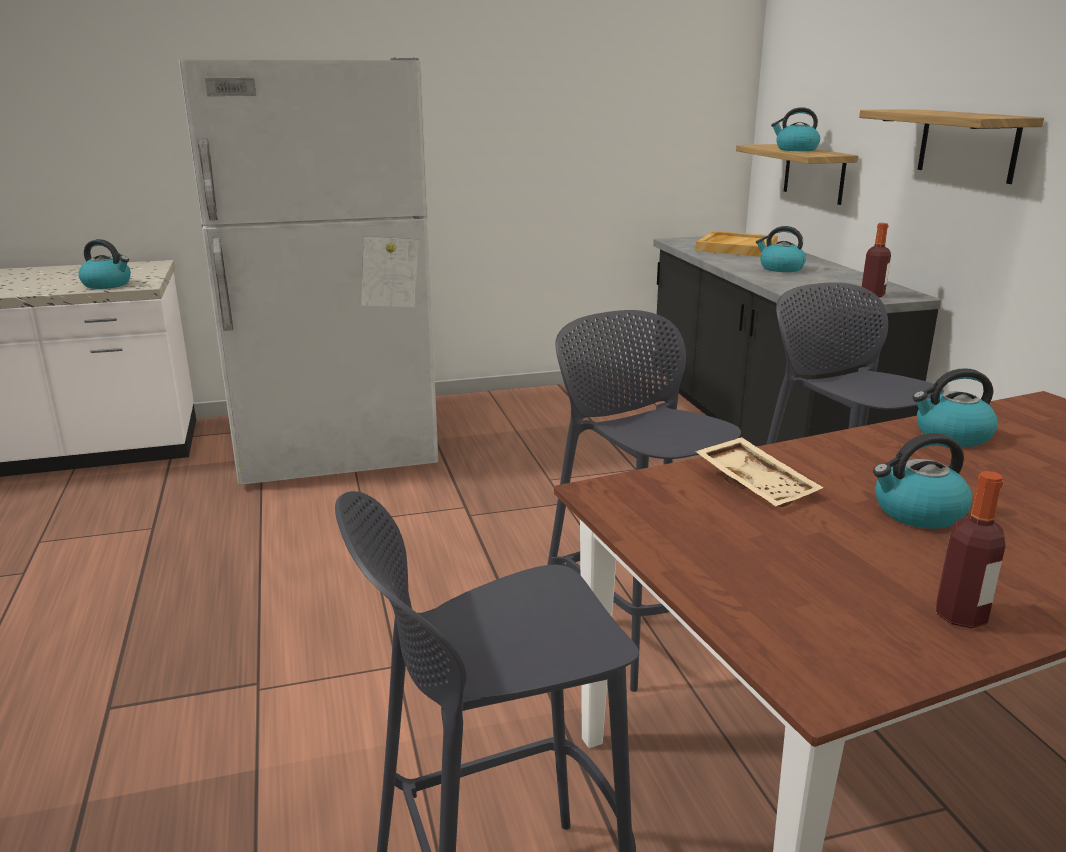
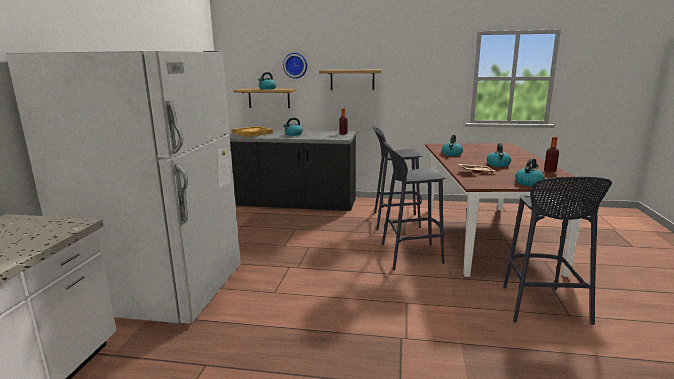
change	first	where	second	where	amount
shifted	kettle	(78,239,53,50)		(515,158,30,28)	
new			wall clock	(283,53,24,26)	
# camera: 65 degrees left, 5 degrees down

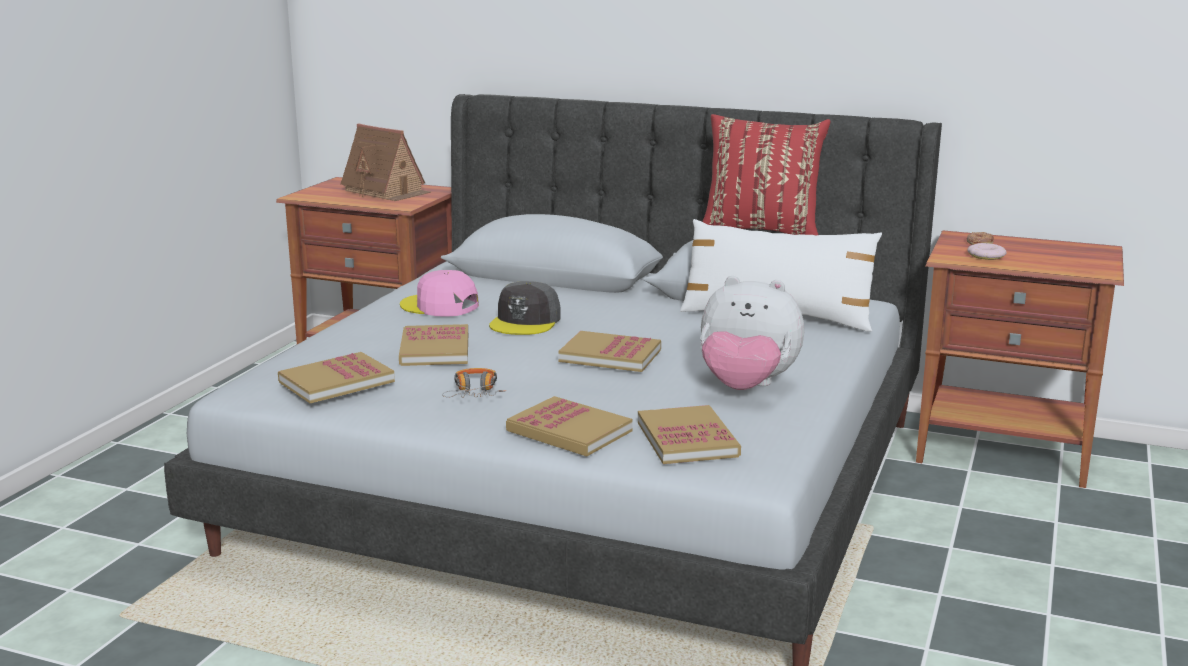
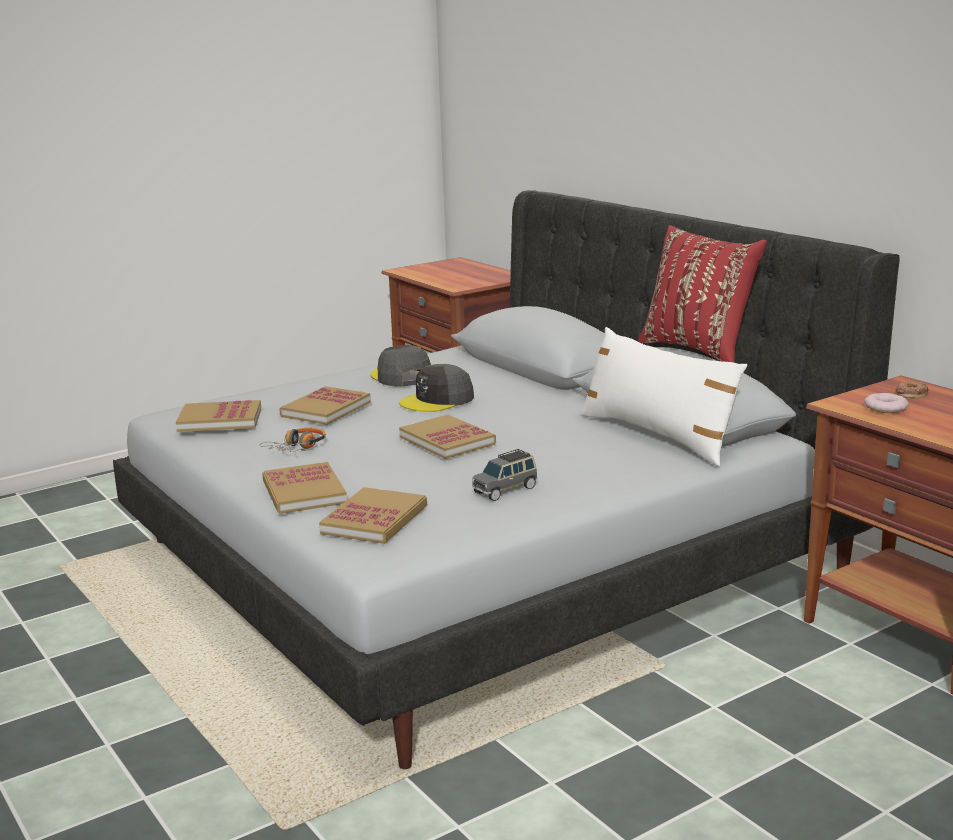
change	first	where	second	where	amount
gone	toy house	(341,123,90,78)			
repainted	pink cap	(400,270,79,47)	grey cap	(370,345,61,42)	
swapped	plush toy	(700,276,104,114)	grey toy car	(472,449,65,52)	
# camera: 35 degrees right, 0 degrees up

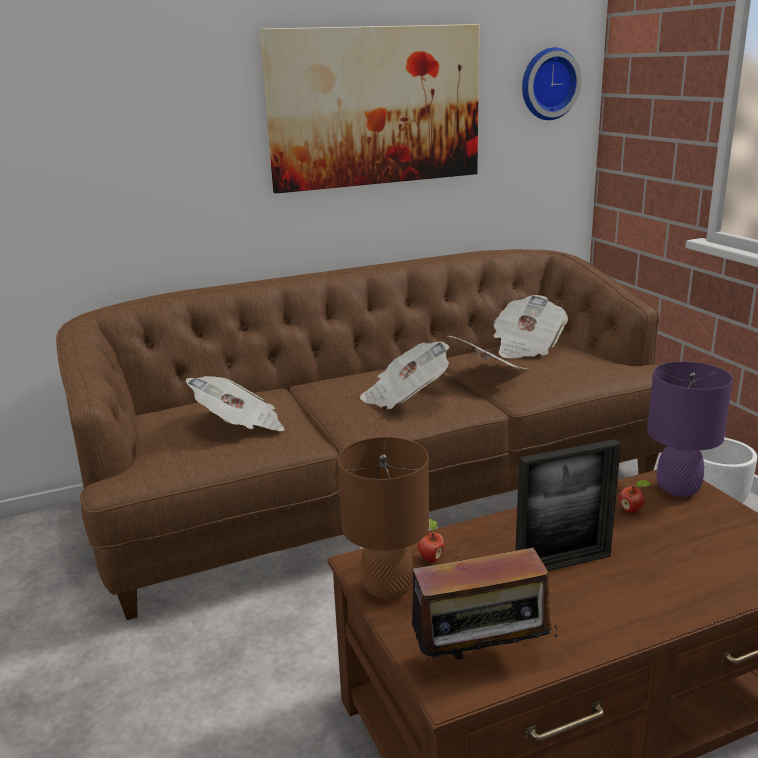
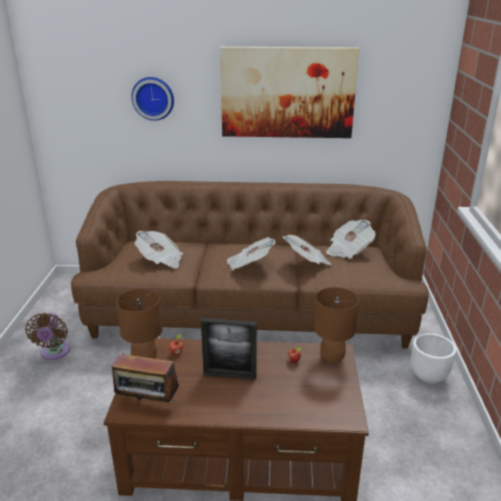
change	first	where	second	where	amount
shifted	wall clock	(522,47,60,73)		(131,77,43,44)	
repainted	purple table lamp	(647,362,86,135)	brown table lamp	(314,287,45,77)	
new			brown fan	(25,313,45,47)	
# camera: 25 degrees right, 5 degrees up

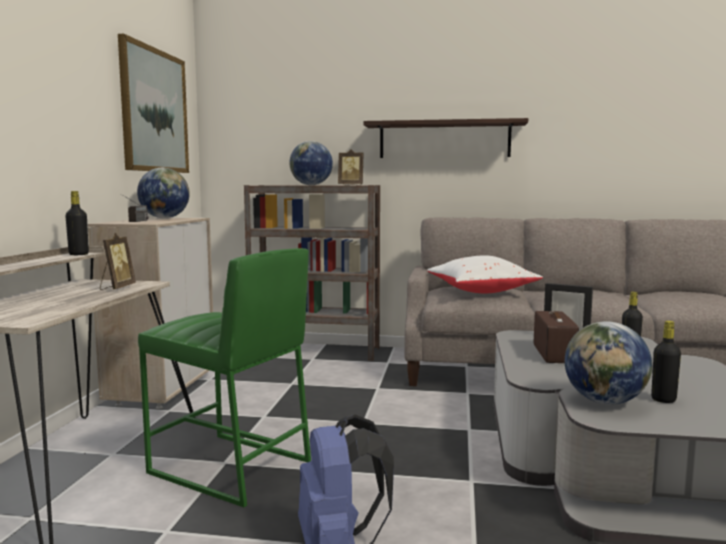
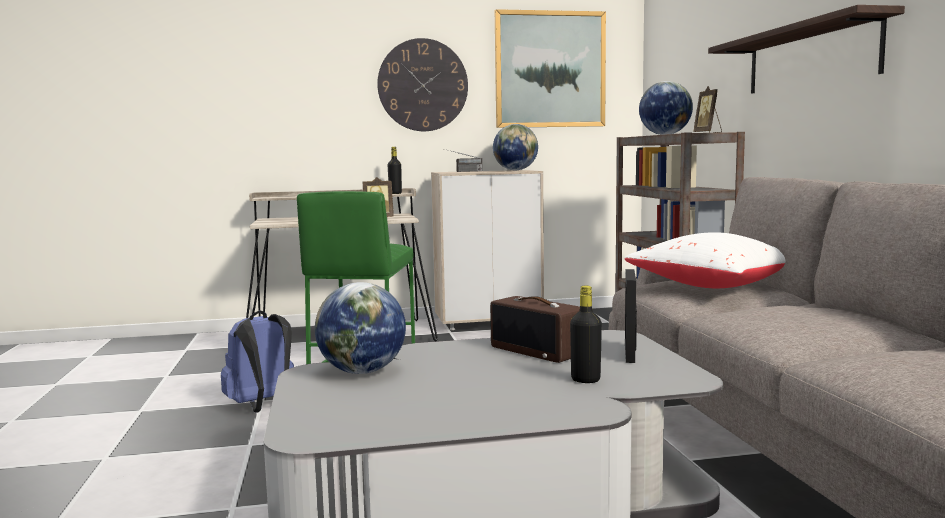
change	first	where	second	where	amount
rotated	radio	(534,311,45,52)		(490,296,90,67)	60 degrees clockwise
gone	black bottle	(651,321,30,82)			
new			wall clock	(377,38,91,93)	
# camera: 70 degrees right, 0 degrees up

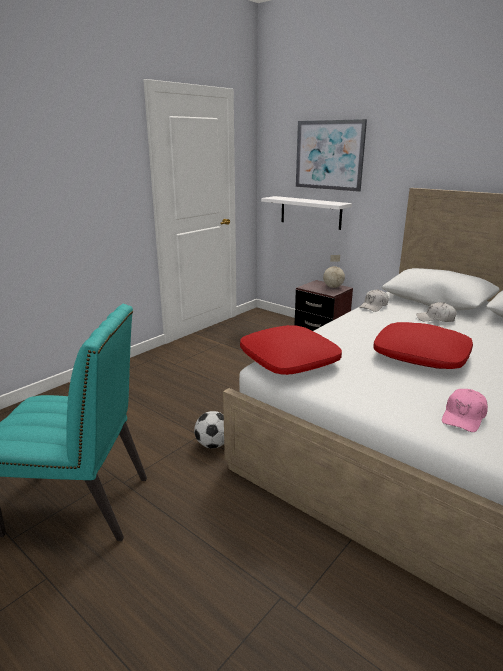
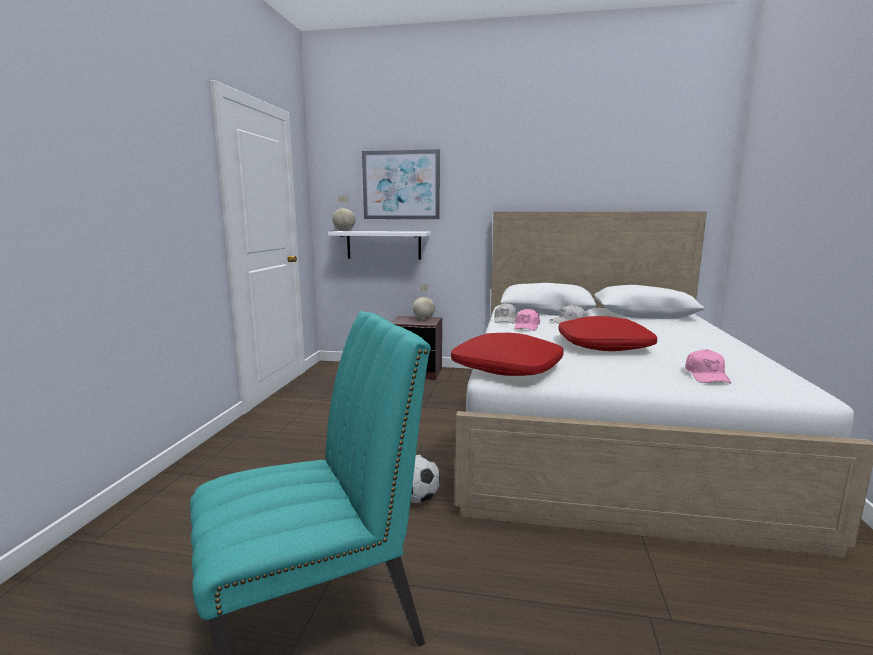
change	first	where	second	where	amount
new			globe	(332,195,23,36)	
new			pink cap	(514,308,26,23)	
# camera: 30 degrees left, 10 degrees down

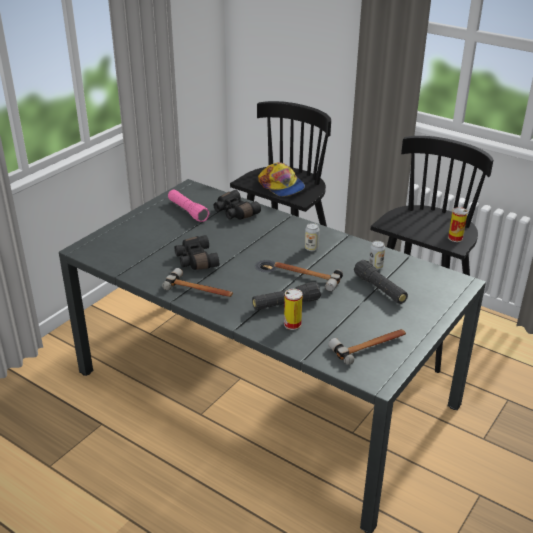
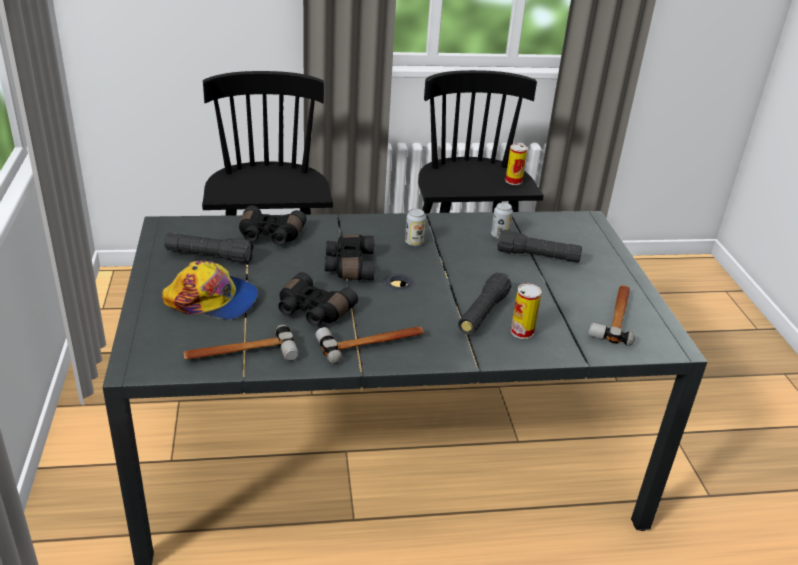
change	first	where	second	where	amount
repainted	pink flashlight	(168,190,42,32)	black flashlight	(164,233,90,30)	
shifted	cap	(258,162,47,35)		(162,261,96,59)	
shifted	hammer	(274,262,69,30)		(183,325,116,36)	
new			black binoculars	(325,235,50,45)	
# camera: 45 degrees left, 0 degrees up

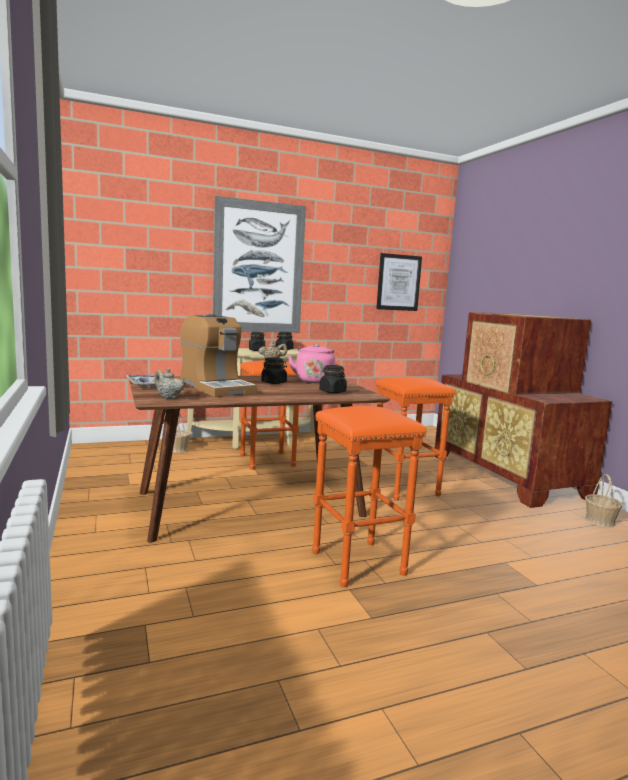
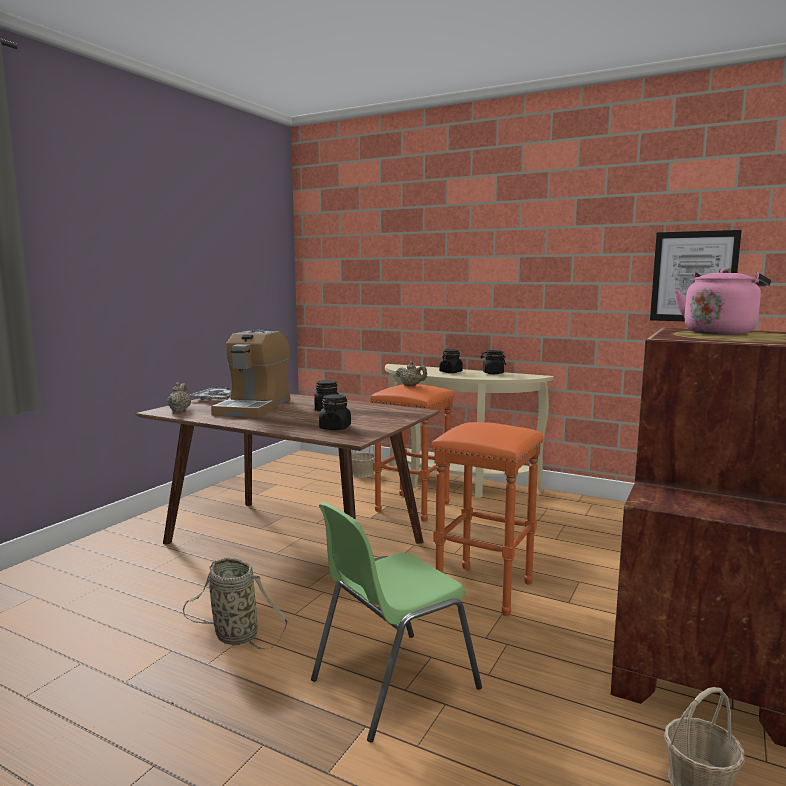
change	first	where	second	where	amount
gone	picture	(213,196,93,137)			
shifted	pink kettle	(288,344,47,39)		(675,268,96,67)	
swapped	orange stool	(312,406,115,181)	basket	(183,557,106,93)	
new			green chair	(311,502,171,240)	
# camera: 50 degrees right, 0 degrees up

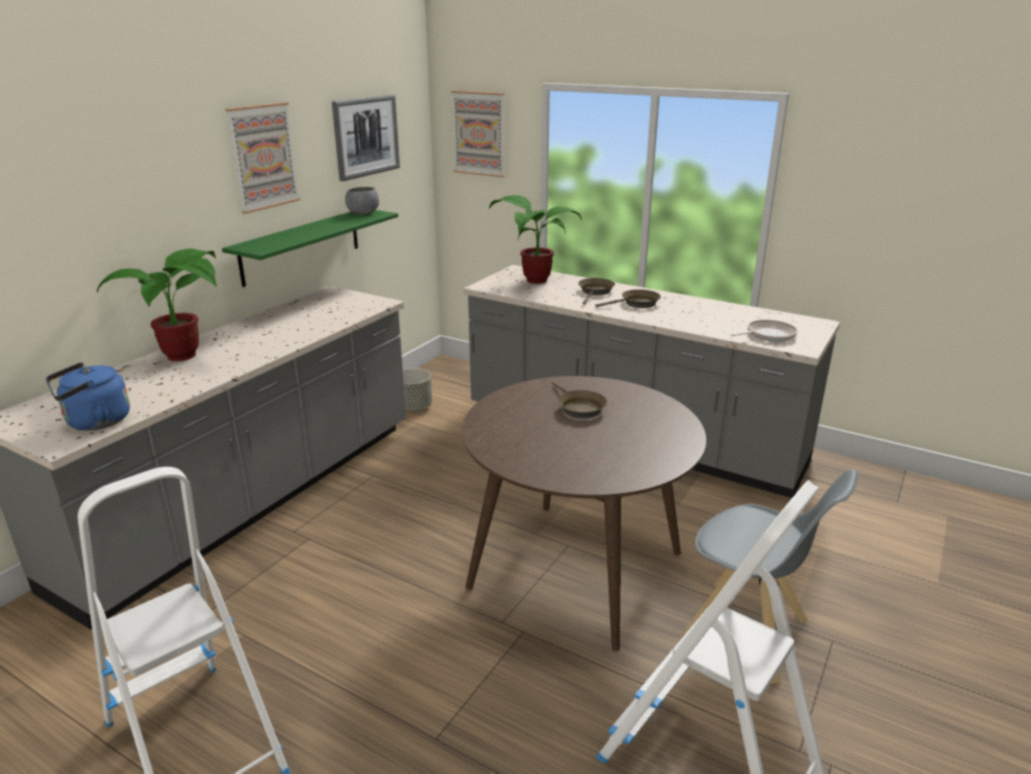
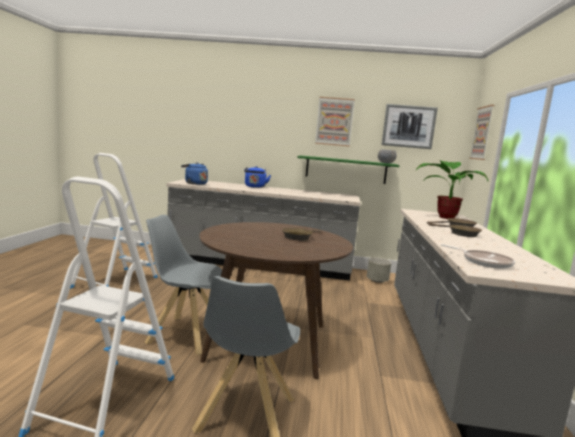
change	first	where	second	where	amount
swapped	potted plant	(97,249,120,112)	blue kettle	(244,166,27,22)	
new			grey chair	(145,215,77,140)	
# camera: 65 degrees right, 15 degrees down

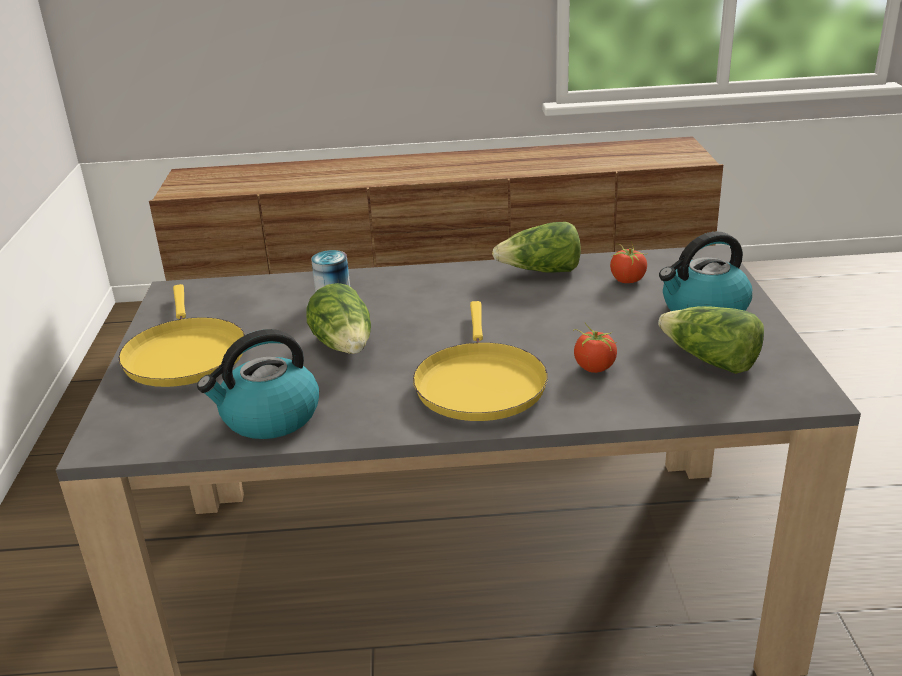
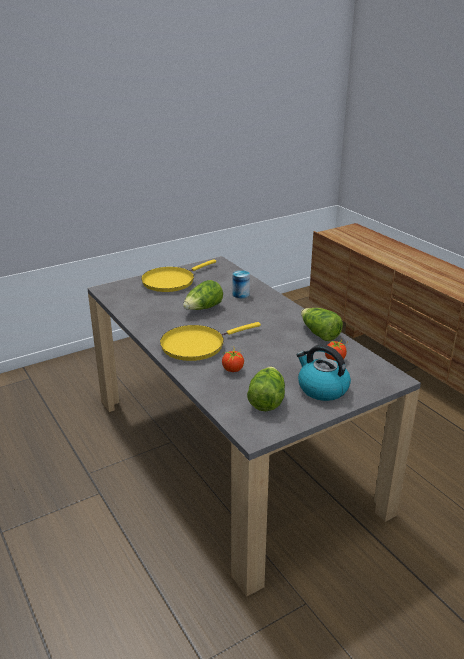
change	first	where	second	where	amount
gone	kettle	(197,329,122,110)			
# camera: 60 degrees right, 0 degrees up

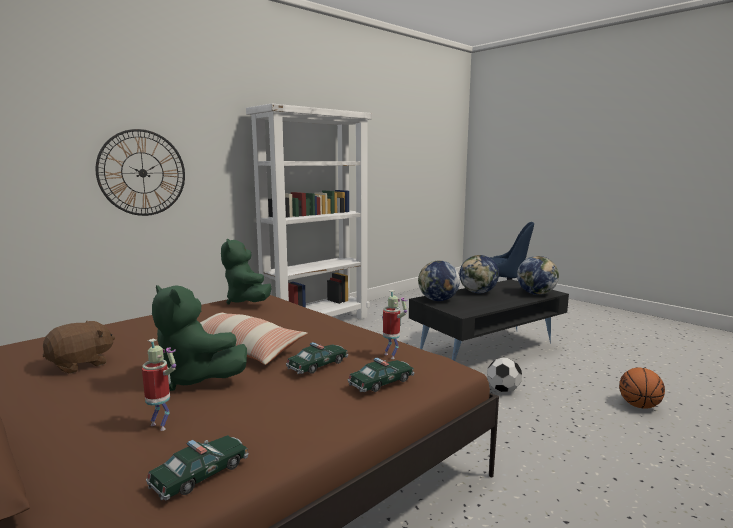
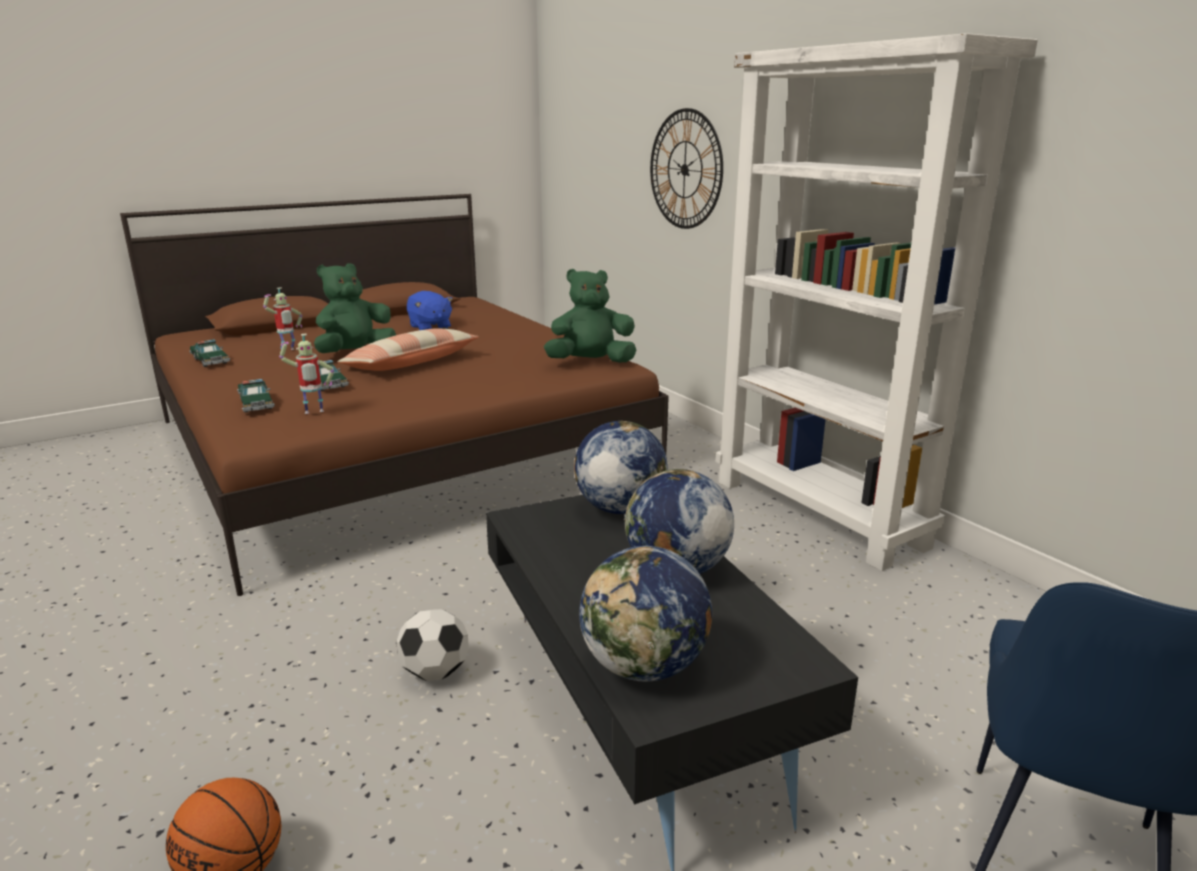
change	first	where	second	where	amount
repainted	brown plush toy	(43,321,72,53)	blue plush toy	(407,291,46,39)	
# camera: 100 degrees right, 10 degrees up

